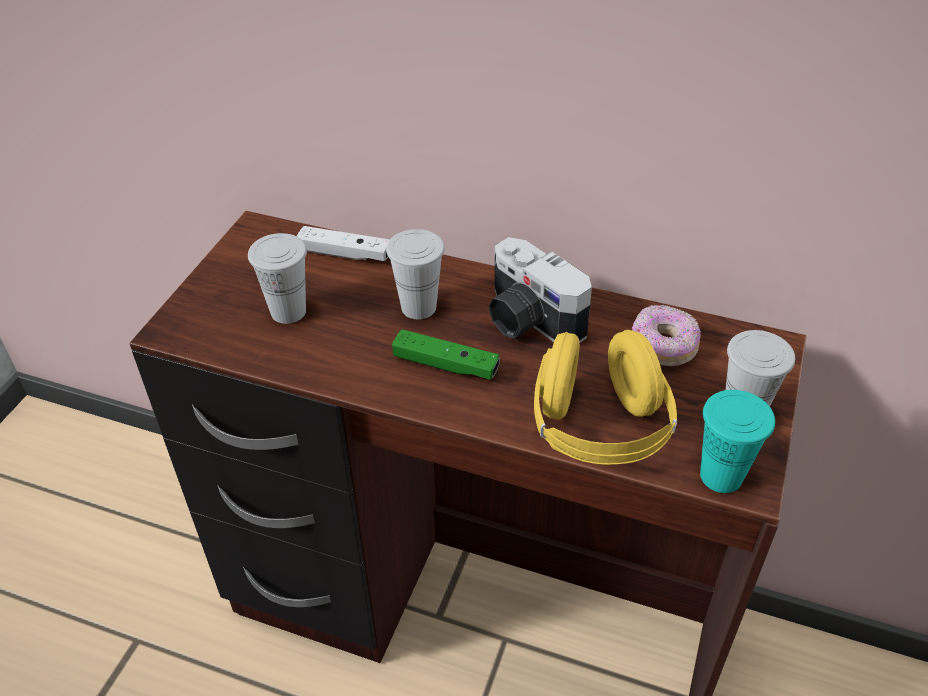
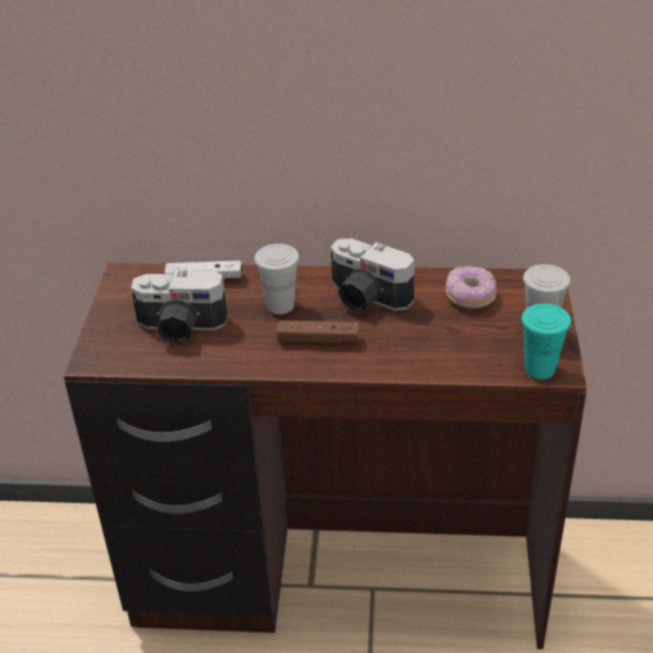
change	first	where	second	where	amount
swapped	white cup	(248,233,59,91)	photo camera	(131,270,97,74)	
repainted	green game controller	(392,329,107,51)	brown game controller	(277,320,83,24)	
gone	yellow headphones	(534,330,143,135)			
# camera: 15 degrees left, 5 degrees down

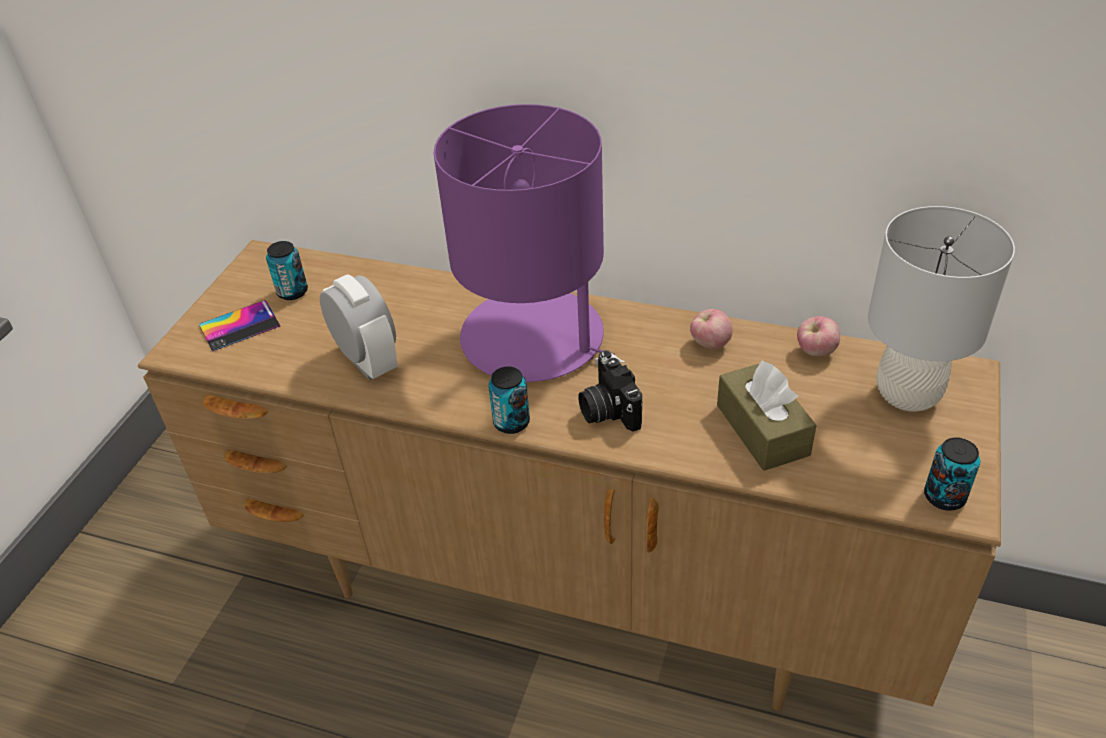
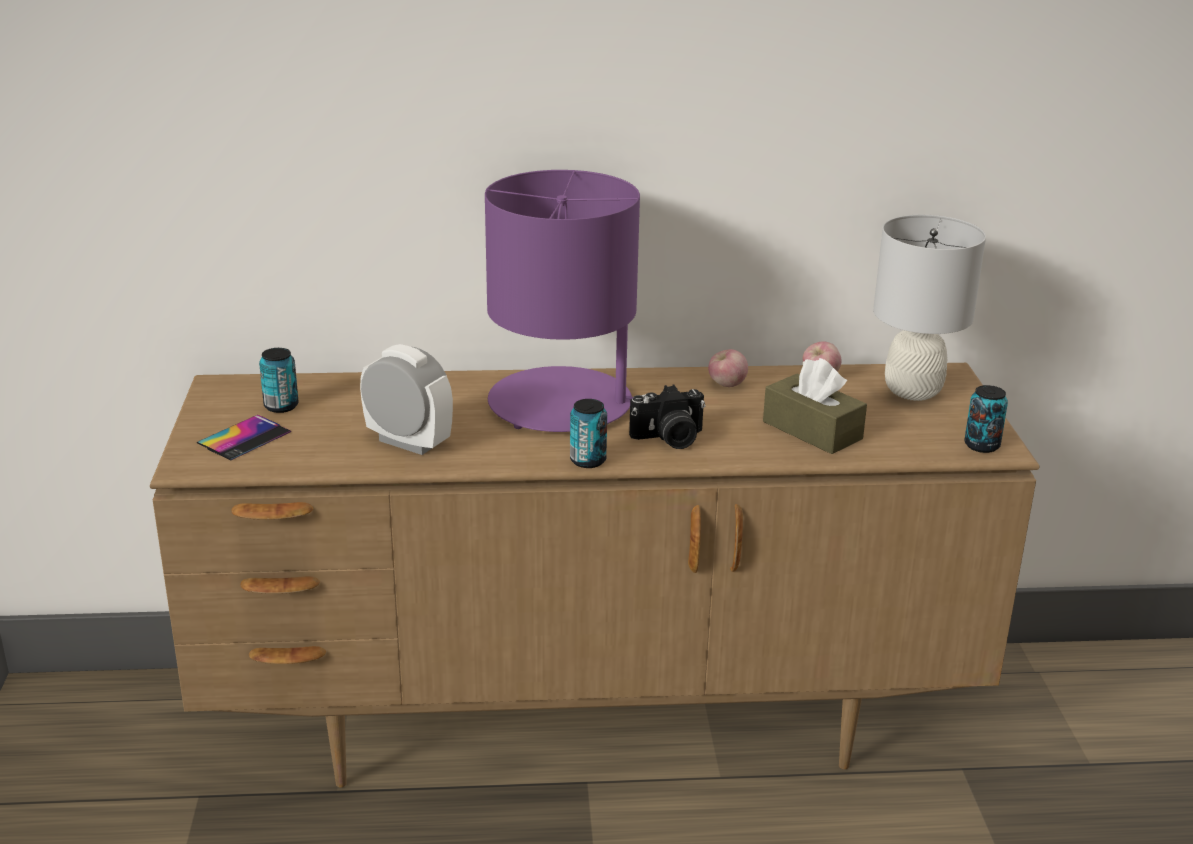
change	first	where	second	where	amount
rotated	photo camera	(578,350,64,82)		(629,385,77,64)	60 degrees counterclockwise
# camera: 25 degrees left, 15 degrees down

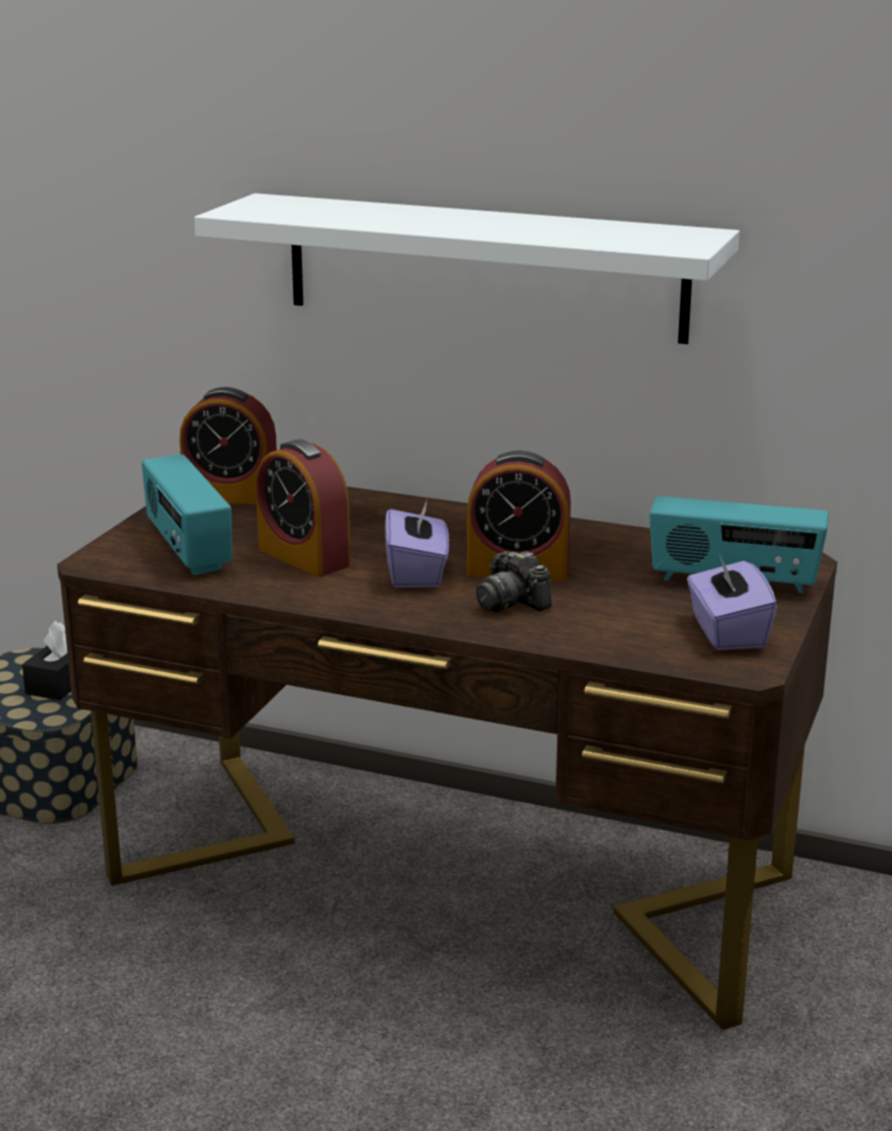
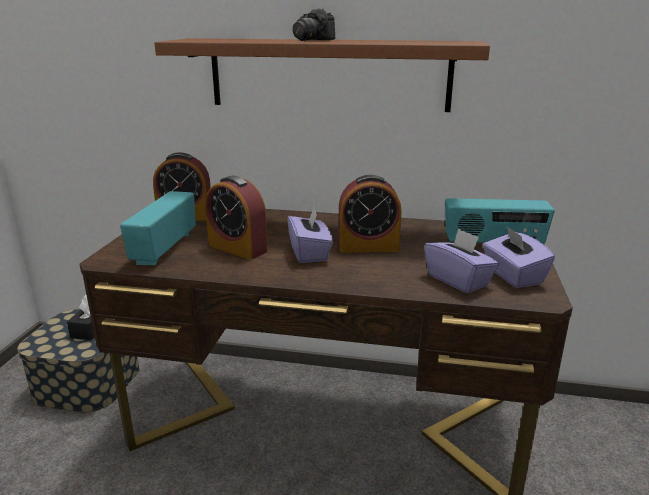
change	first	where	second	where	amount
rotated	radio	(142,454,90,122)		(120,191,76,74)	45 degrees clockwise
repainted	white shelf	(194,193,546,151)	brown shelf	(154,38,336,74)	
shifted	photo camera	(476,551,76,61)		(293,8,42,33)	
new			purple tissue box	(424,228,75,65)	
# camera: 10 degrees left, 0 degrees up

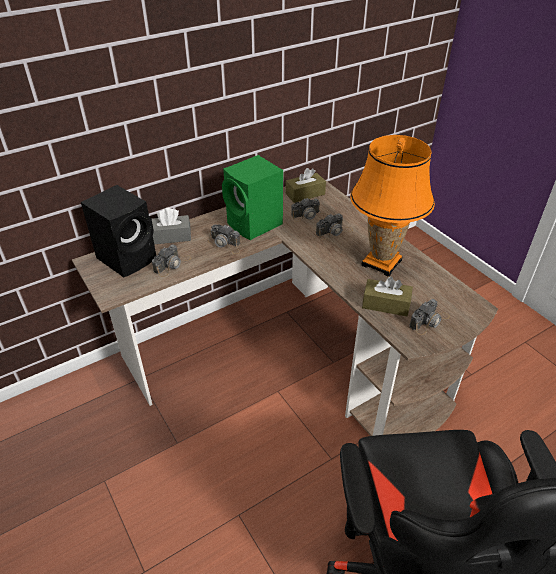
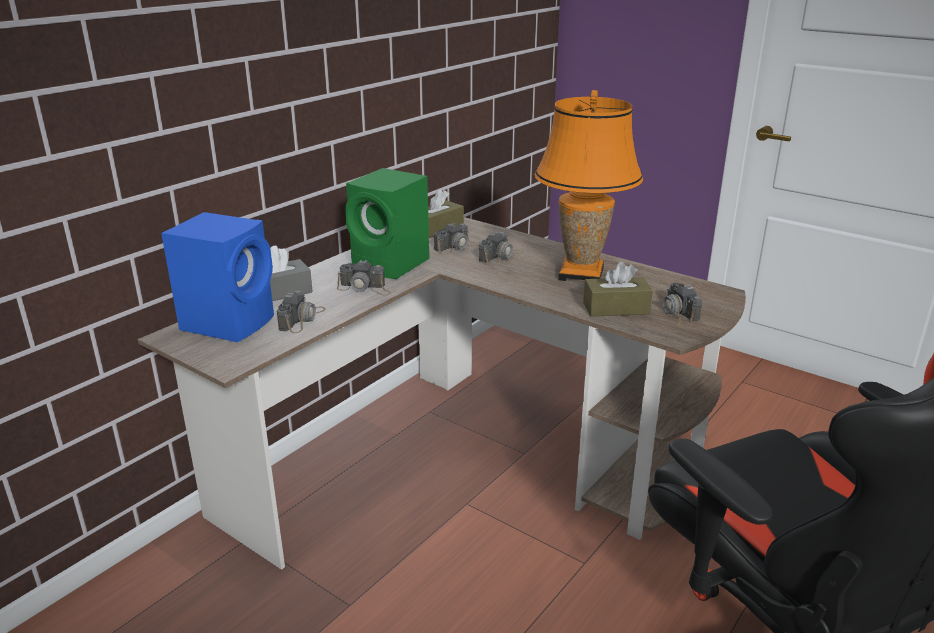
change	first	where	second	where	amount
repainted	black speaker	(81,185,75,93)	blue speaker	(161,212,113,130)	
rotated	photo camera	(409,299,41,36)		(658,282,44,46)	135 degrees clockwise
# camera: 20 degrees left, 15 degrees down

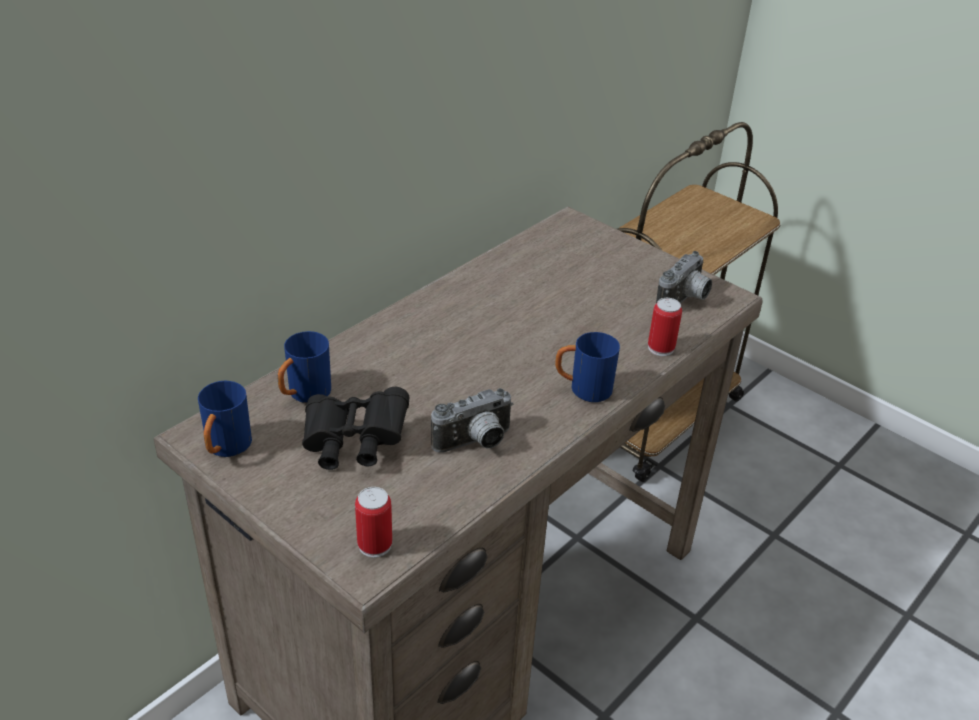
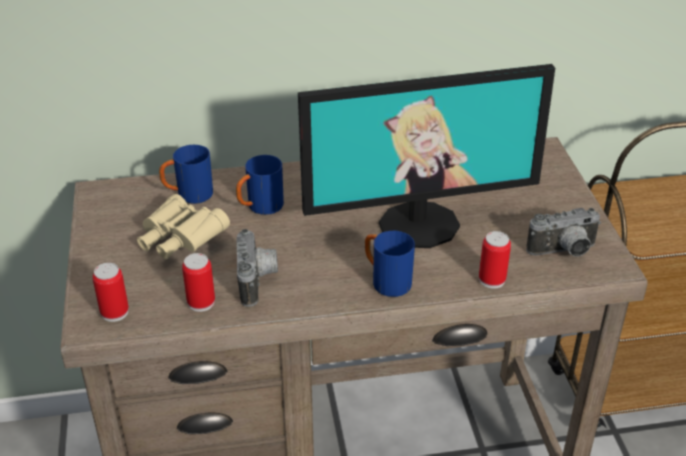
change	first	where	second	where	amount
shifted	blue mug	(198,381,54,76)		(236,155,48,60)	
repainted	black binoculars	(302,387,107,83)	beige binoculars	(137,194,93,66)	
rotated	photo camera	(431,388,82,65)		(236,229,42,78)	105 degrees counterclockwise
new			can	(182,253,33,59)	
new			monitor	(298,64,257,184)	
# camera: 40 degrees right, 0 degrees up

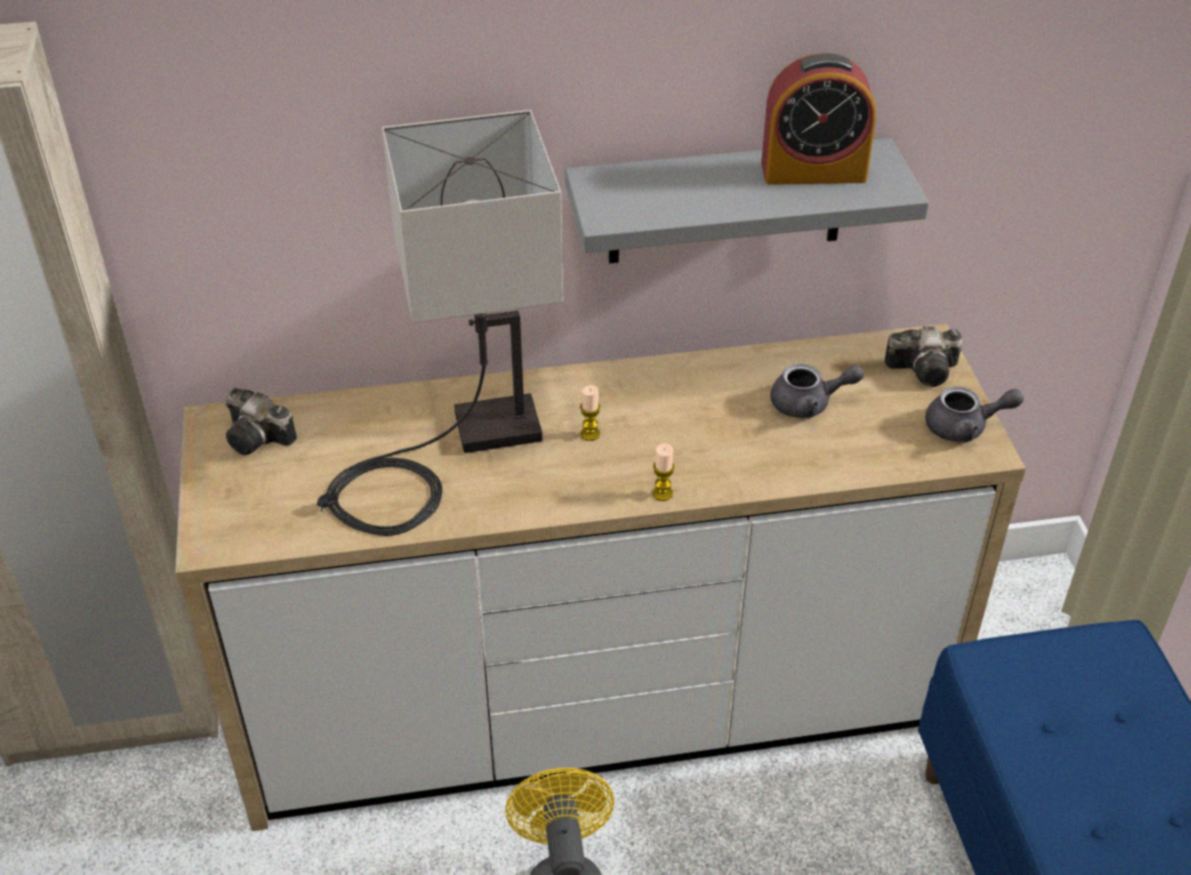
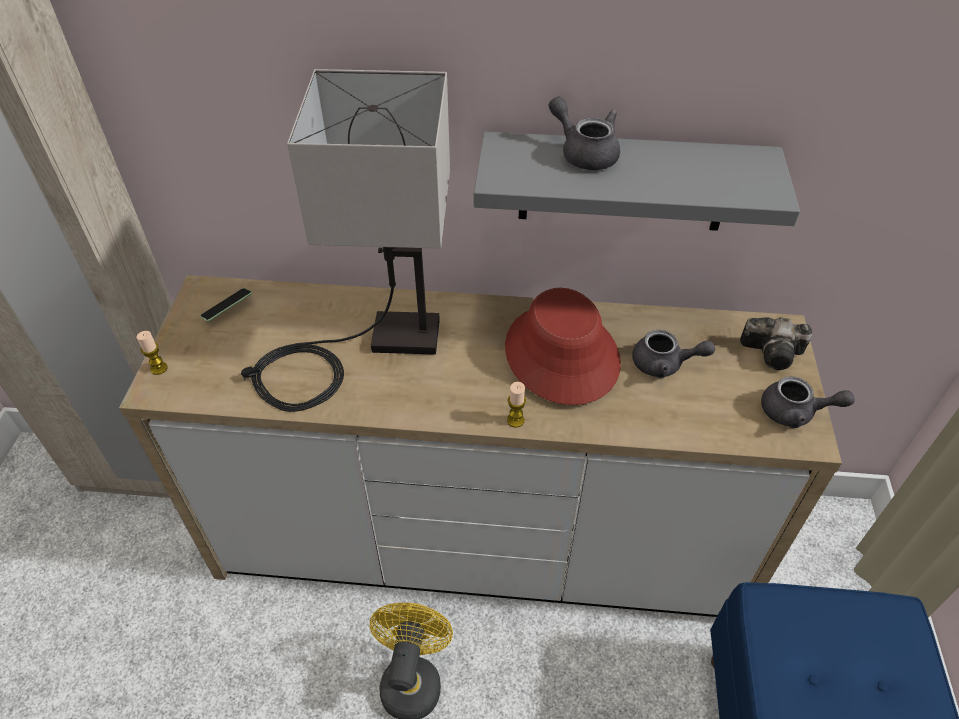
change	first	where	second	where	amount
swapped	photo camera	(225,388,72,67)	phone	(200,288,53,33)	
shifted	candle	(580,385,21,56)		(136,331,32,44)	
gone	alarm clock	(761,53,115,132)			
new			red hat	(505,288,116,117)	
new			grey teapot	(549,97,71,73)	
# camera: 15 degrees right, 5 degrees up

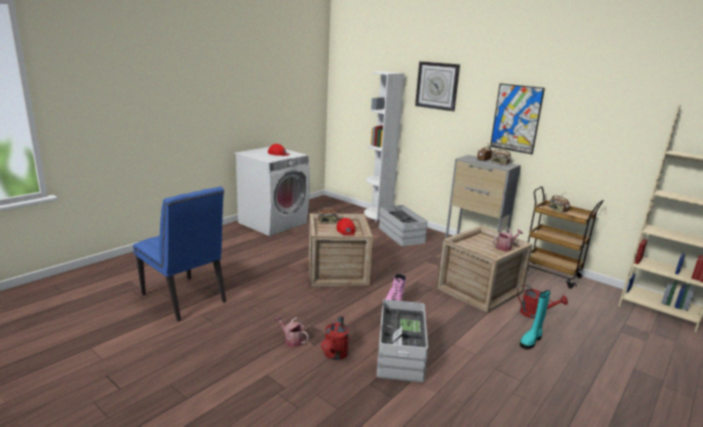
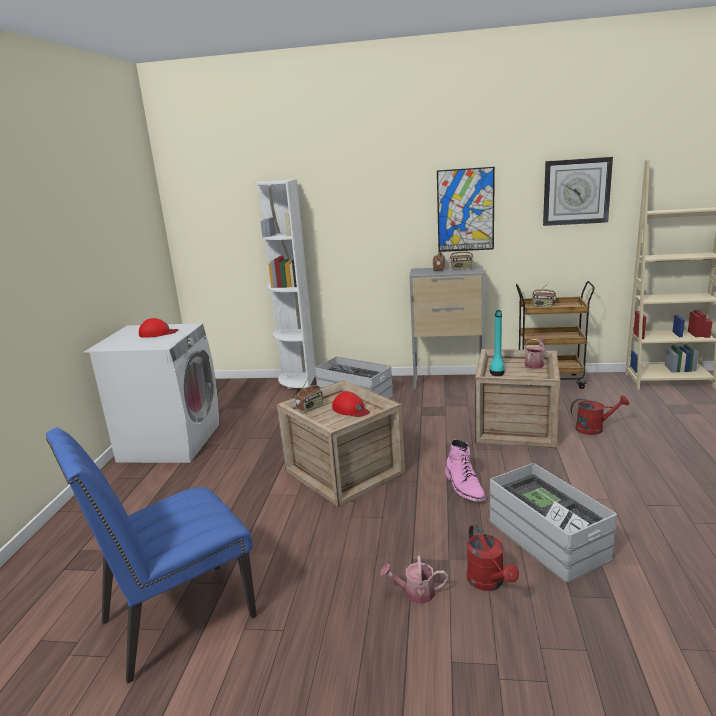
change	first	where	second	where	amount
rotated	blue chair	(133,186,93,136)		(46,427,211,257)	135 degrees clockwise
shifted	wall clock	(415,61,45,50)		(543,157,70,69)	
shifted	turquoise boot	(520,290,31,60)		(490,310,14,66)	
# camera: 30 degrees left, 0 degrees up

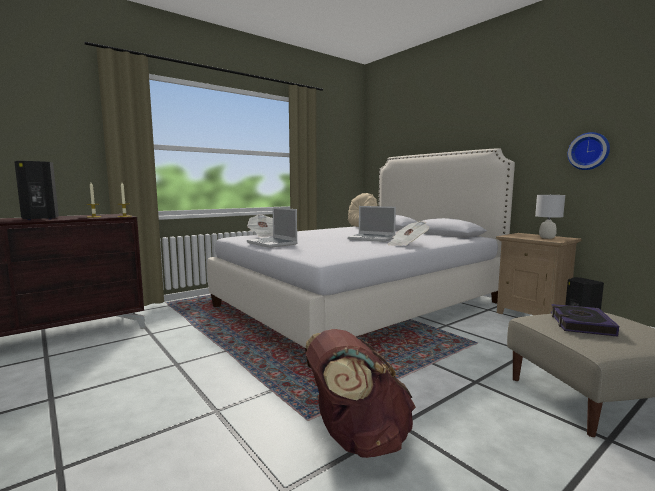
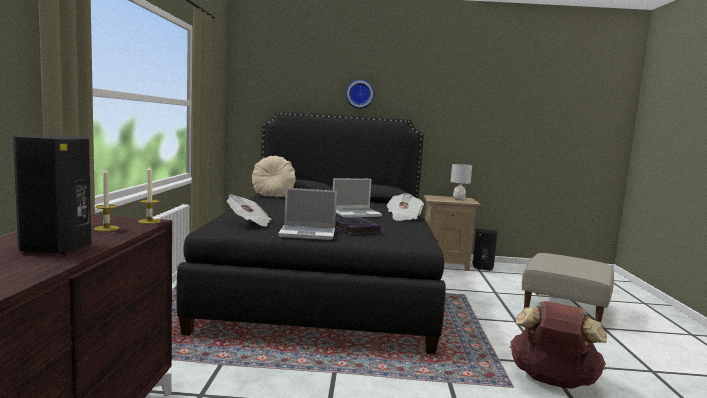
change	first	where	second	where	amount
repainted	white bed	(207,148,308,220)	black bed	(177,112,269,242)	
shifted	book	(551,304,68,33)		(335,217,46,18)	
shifted	wall clock	(567,132,43,38)		(346,80,28,29)	
# camera: 50 degrees left, 0 degrees up

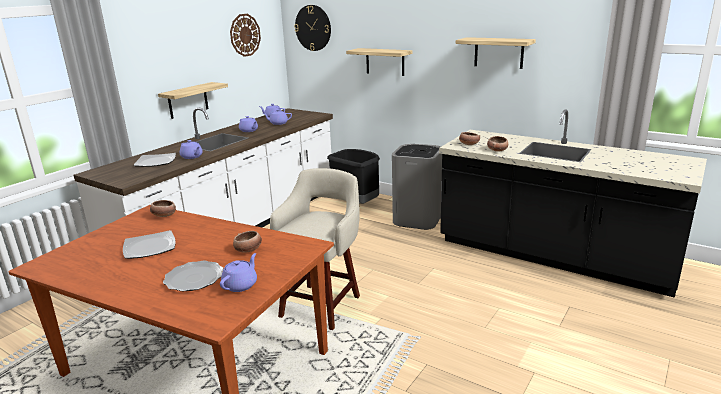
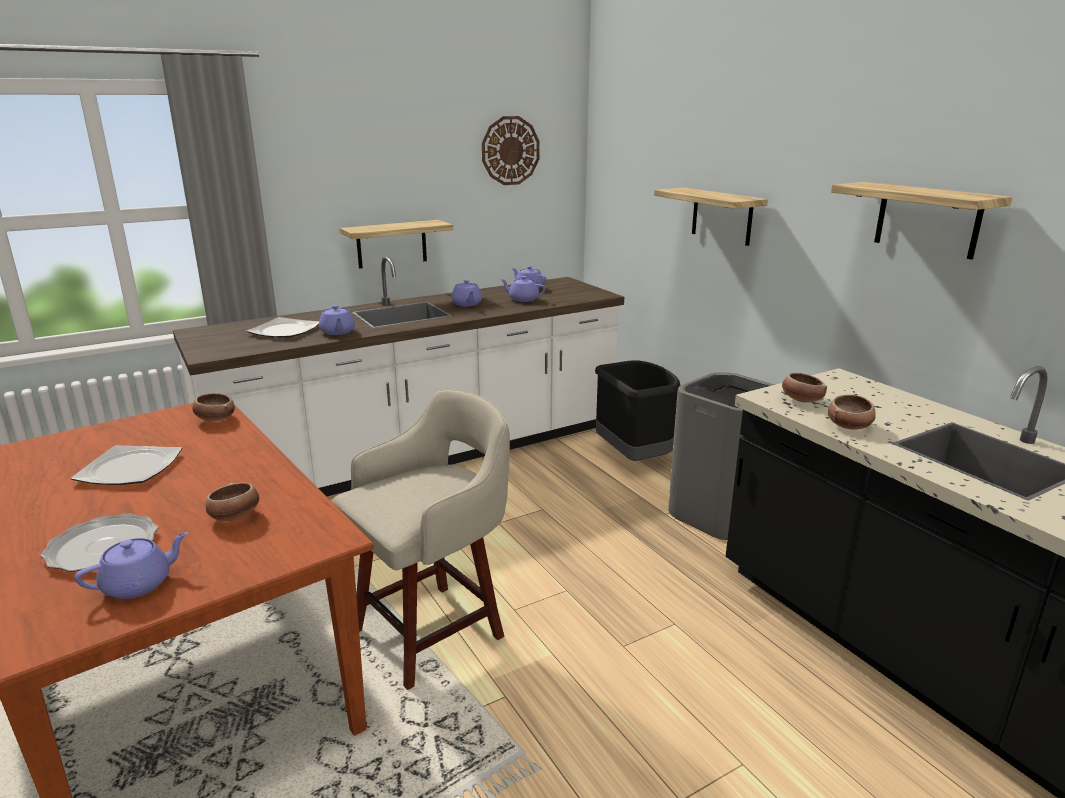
change	first	where	second	where	amount
gone	wall clock	(294,5,37,46)			
# camera: 25 degrees right, 0 degrees up

